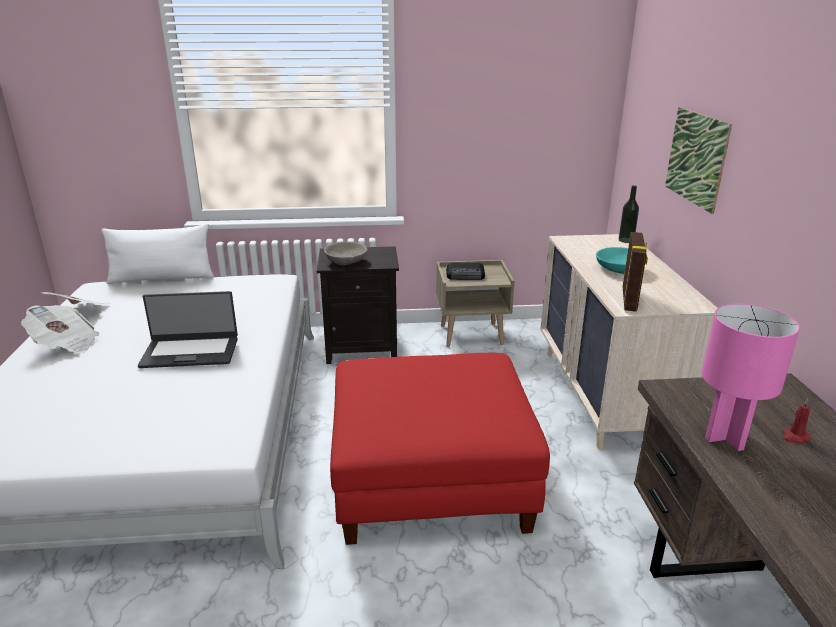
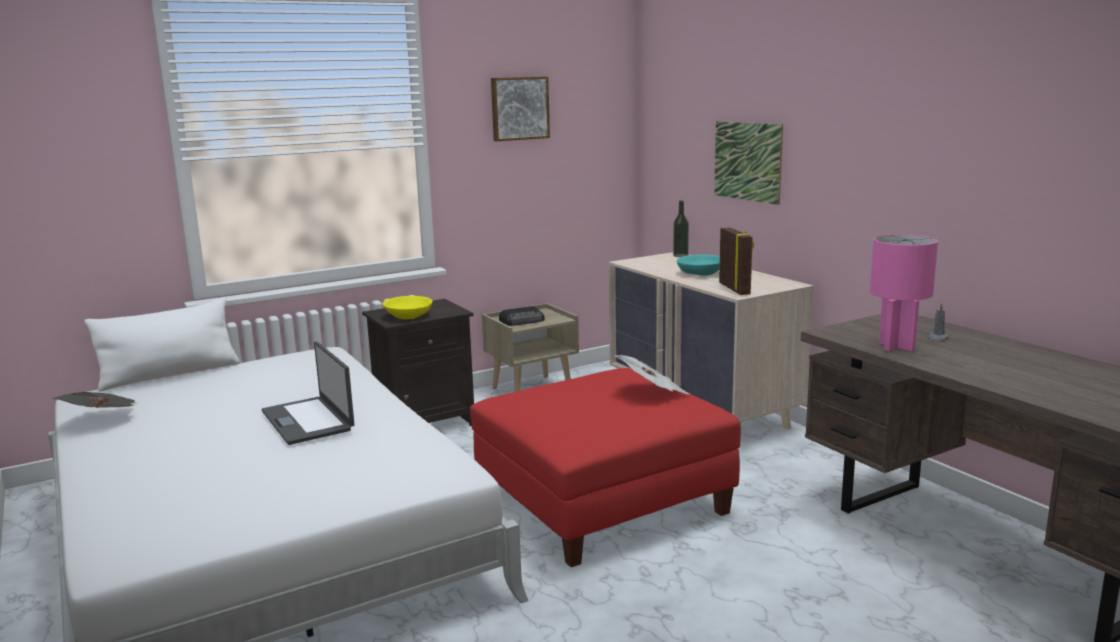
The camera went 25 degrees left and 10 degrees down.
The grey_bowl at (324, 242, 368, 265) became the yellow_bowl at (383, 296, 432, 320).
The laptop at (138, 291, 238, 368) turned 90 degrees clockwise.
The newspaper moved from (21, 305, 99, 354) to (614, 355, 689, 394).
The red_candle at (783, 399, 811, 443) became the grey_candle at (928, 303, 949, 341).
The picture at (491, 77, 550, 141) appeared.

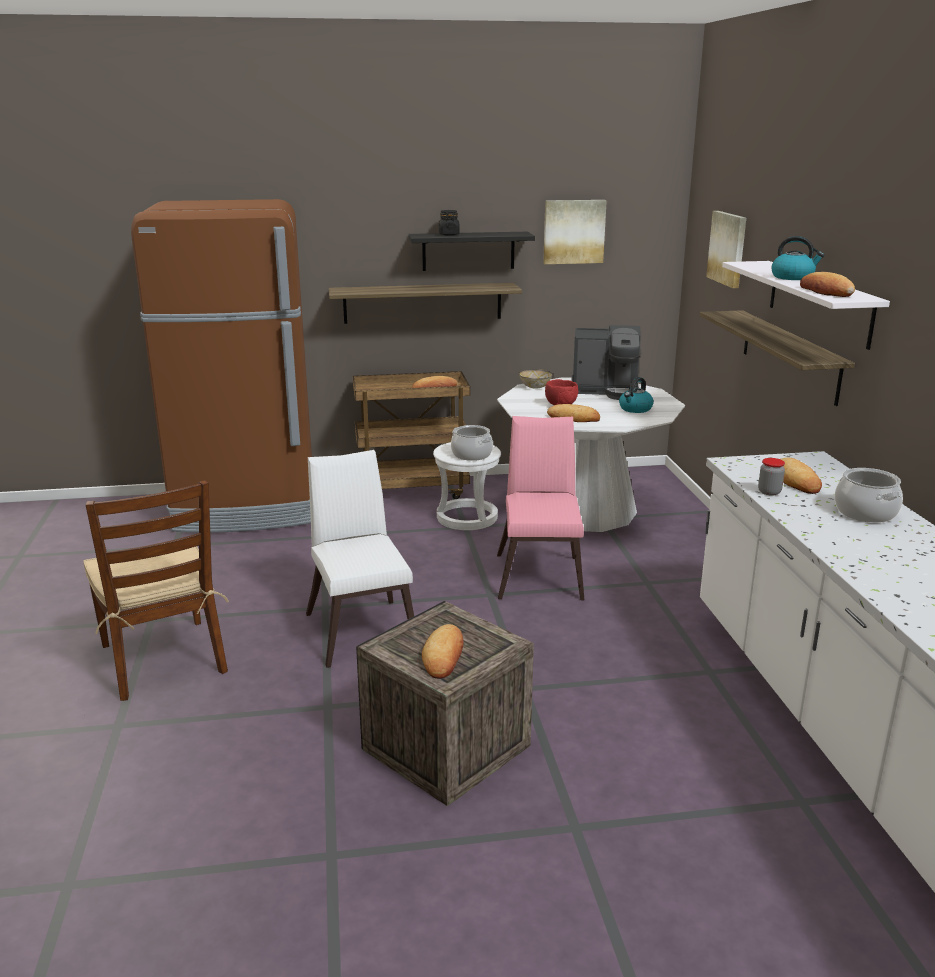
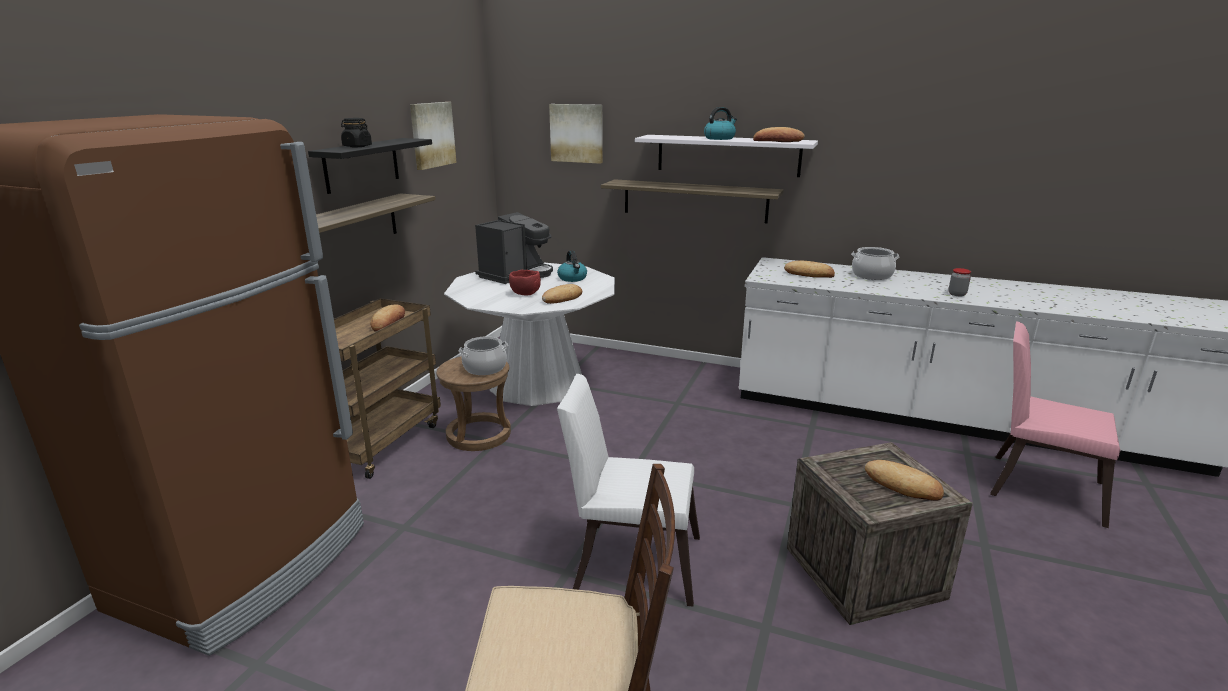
The camera went 60 degrees left and 0 degrees up.
The bowl at (519, 370, 553, 388) disappeared.
The pink_chair moved from (497, 416, 584, 600) to (990, 322, 1120, 528).
The white_stool at (433, 442, 501, 530) became the brown_stool at (436, 356, 511, 451).
The jar moved from (758, 458, 785, 496) to (949, 268, 971, 296).

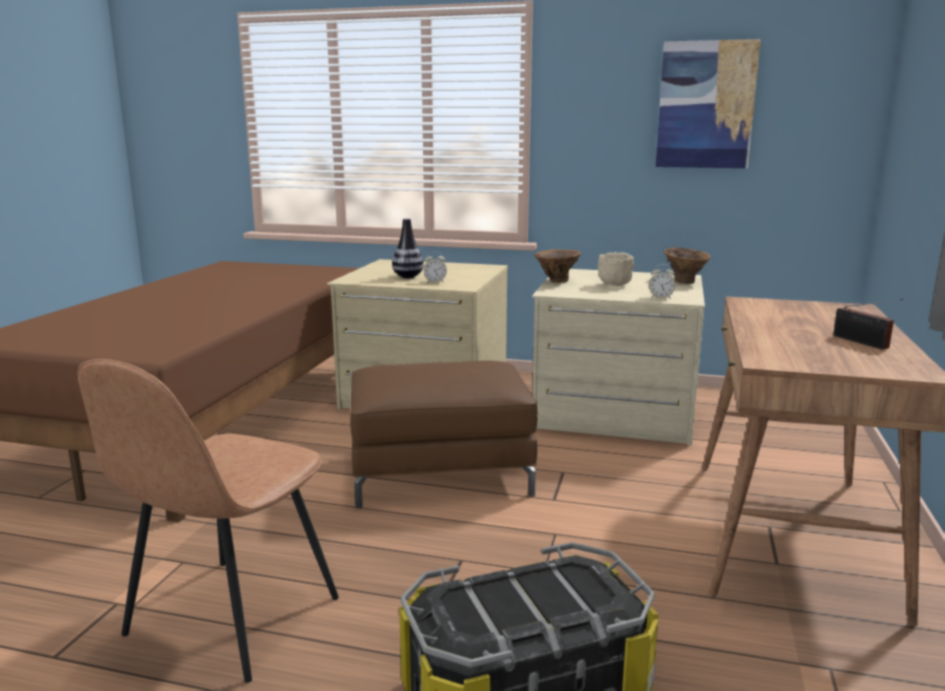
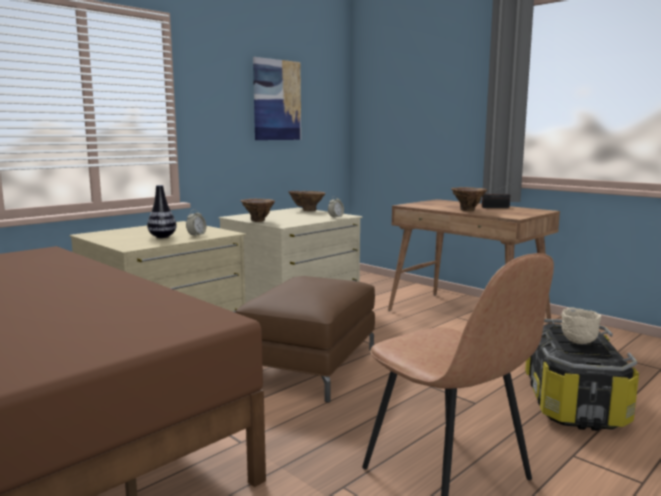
The camera went 60 degrees left and 5 degrees down.
The beige_bowl moved from (598, 252, 634, 286) to (561, 307, 601, 344).
The brown_vase at (451, 187, 487, 211) appeared.

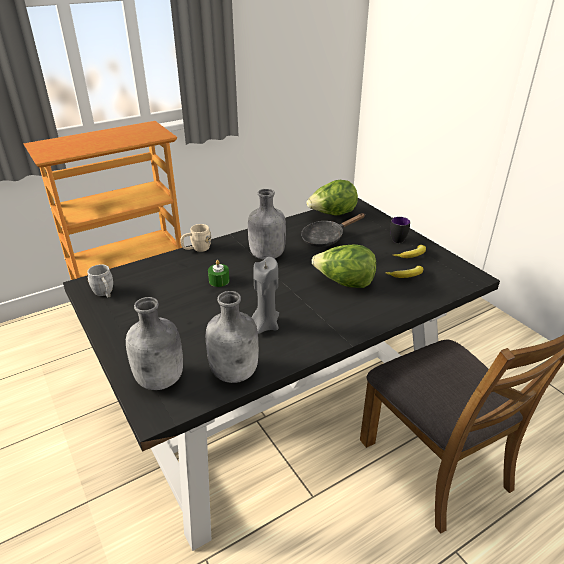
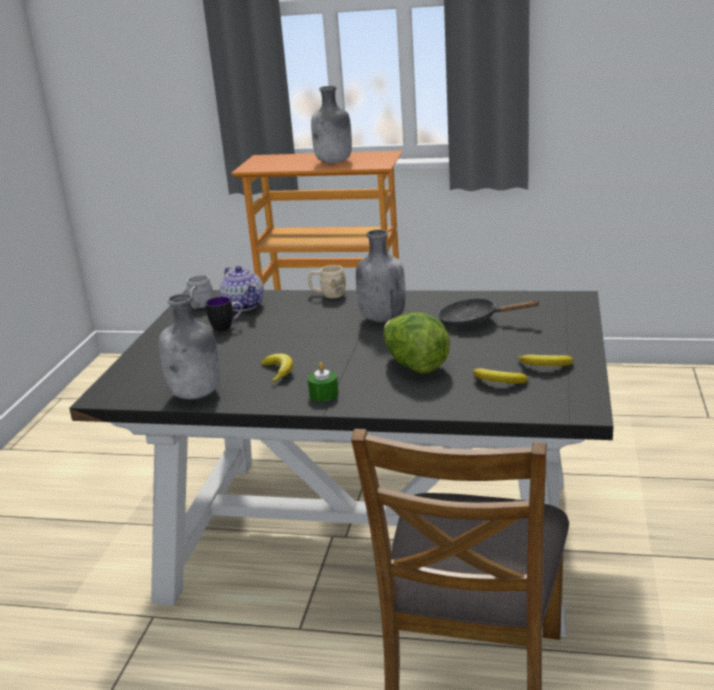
The camera went 45 degrees right and 10 degrees down.
The lettuce at (306, 180, 358, 215) disappeared.
The mug moved from (390, 217, 410, 243) to (206, 297, 242, 332).
The grey_candle at (251, 257, 279, 334) was replaced by the banana at (261, 354, 293, 383).
The green_candle moved from (208, 260, 230, 287) to (308, 362, 339, 401).
The grey_bottle moved from (126, 297, 183, 390) to (311, 86, 352, 163).
The teapot at (219, 266, 264, 311) appeared.

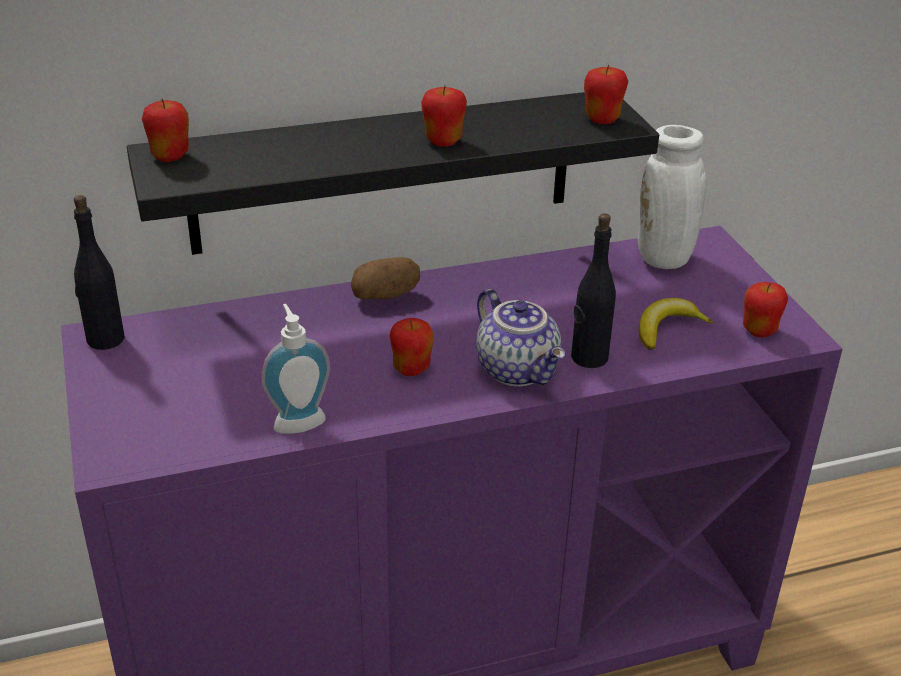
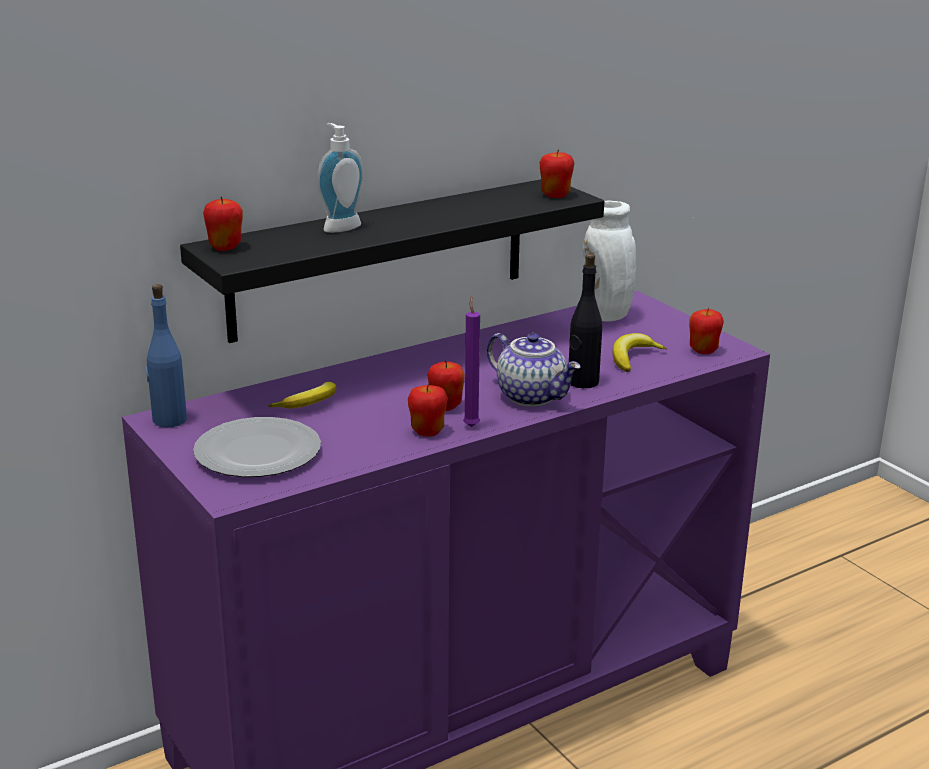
The camera went 15 degrees left and 10 degrees down.
The apple moved from (421, 86, 467, 147) to (408, 384, 448, 437).
The black_bottle at (74, 195, 125, 350) became the blue_bottle at (146, 284, 187, 427).
The potato at (351, 257, 420, 299) disappeared.
The soap_dispenser moved from (261, 304, 330, 434) to (317, 123, 364, 233).
The purple_candle at (463, 296, 480, 427) appeared.
The banana at (268, 382, 336, 408) appeared.
The plate at (193, 417, 321, 477) appeared.

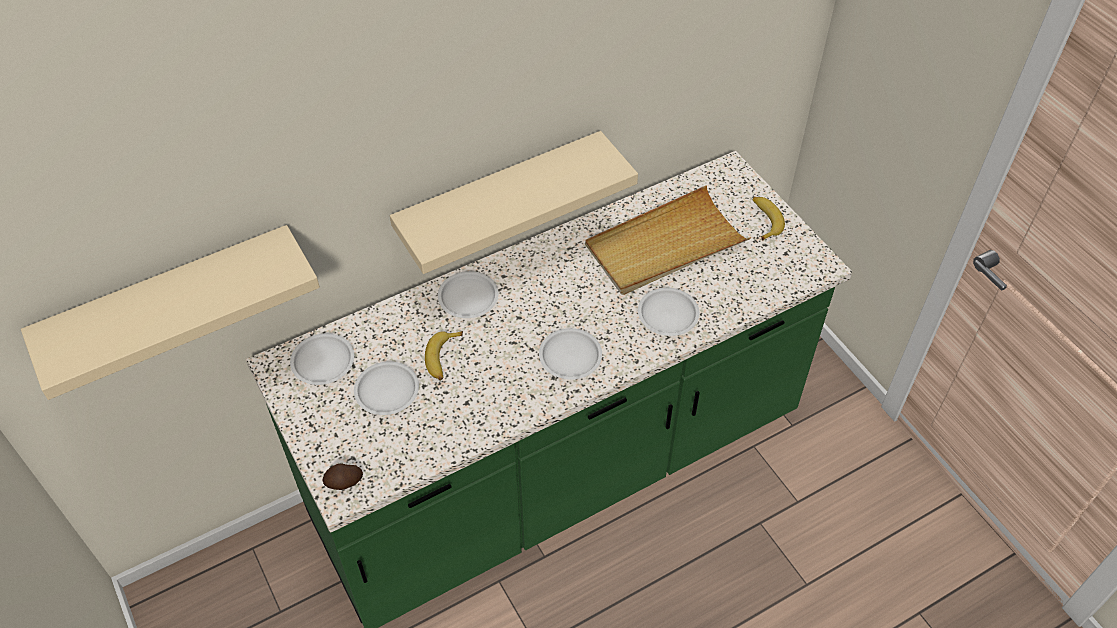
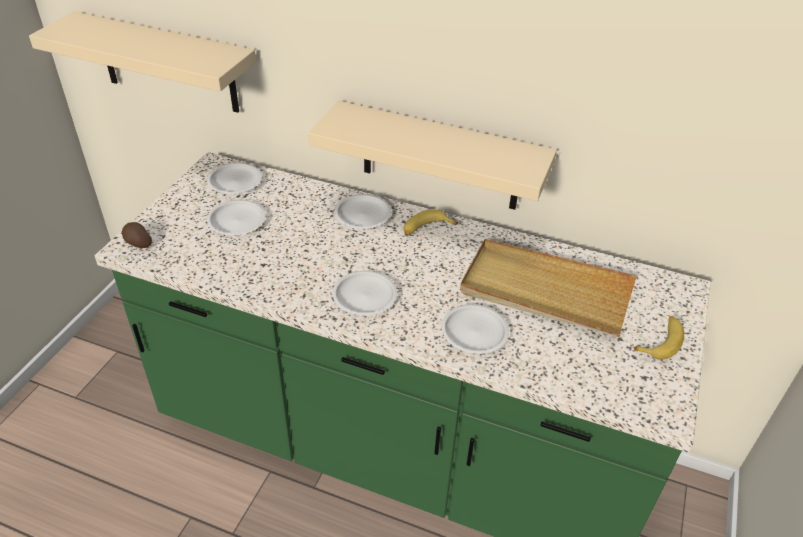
The camera went 50 degrees right and 10 degrees down.
The banana moved from (425, 331, 463, 380) to (404, 209, 458, 236).

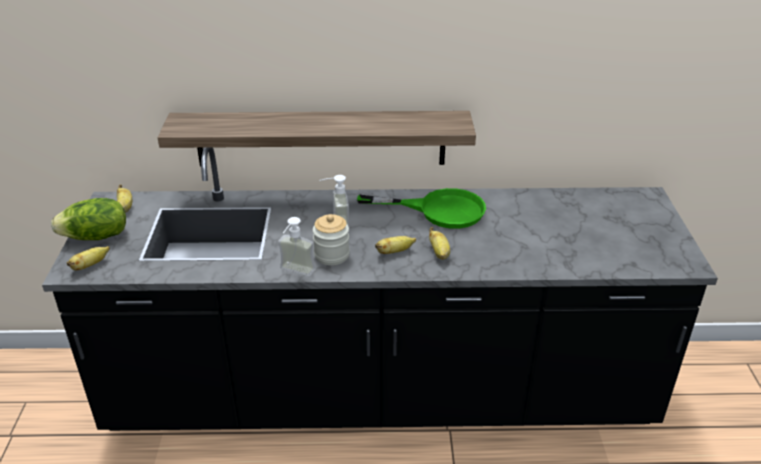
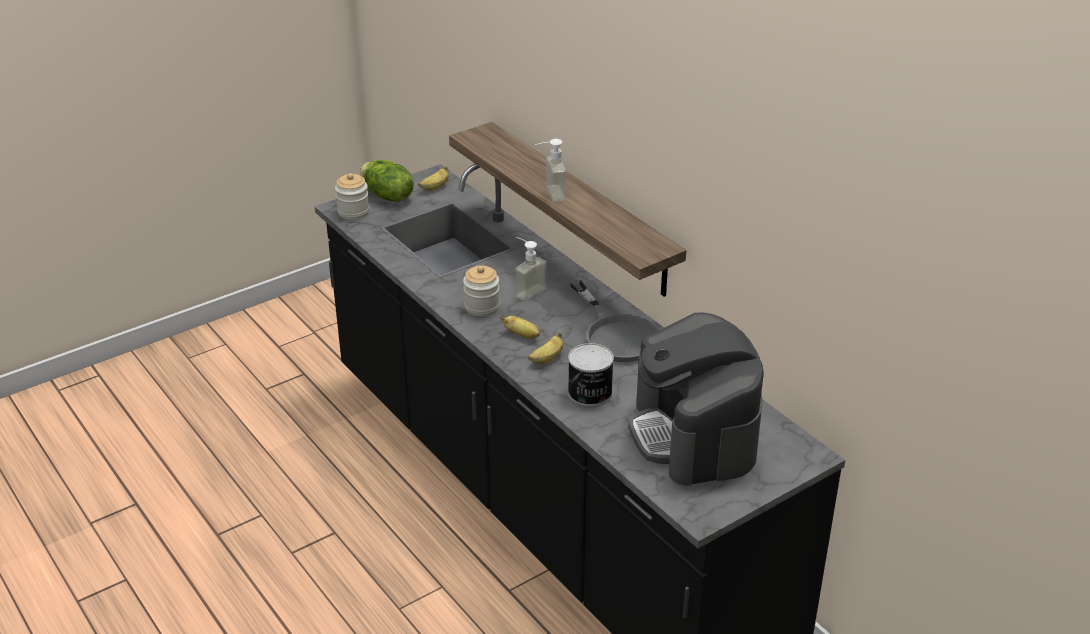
The camera went 55 degrees right and 0 degrees up.
The green_frying_pan at (357, 188, 486, 229) became the grey_frying_pan at (570, 280, 659, 362).
The soap_dispenser moved from (278, 217, 315, 276) to (535, 139, 566, 202).
The banana at (67, 246, 110, 270) was replaced by the jar at (335, 173, 369, 220).
The coffee_machine at (629, 312, 764, 486) appeared.
The can at (568, 343, 614, 407) appeared.

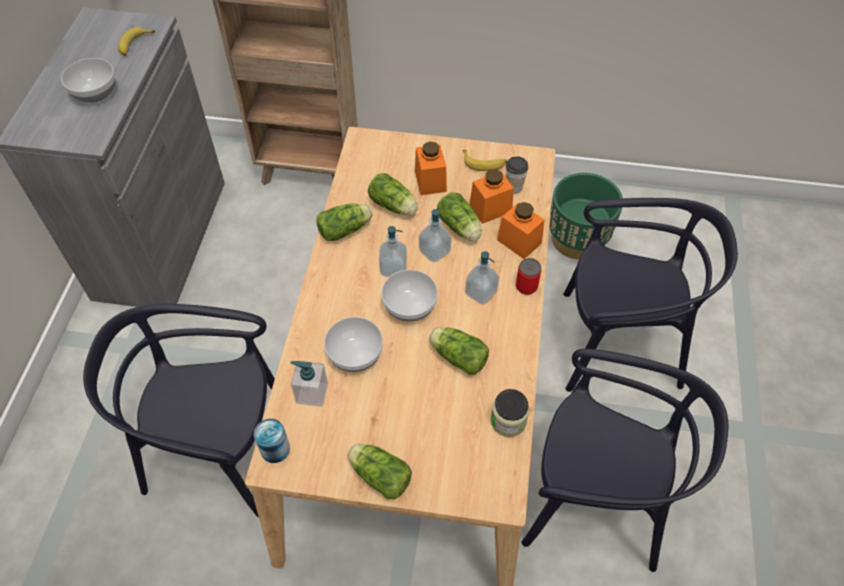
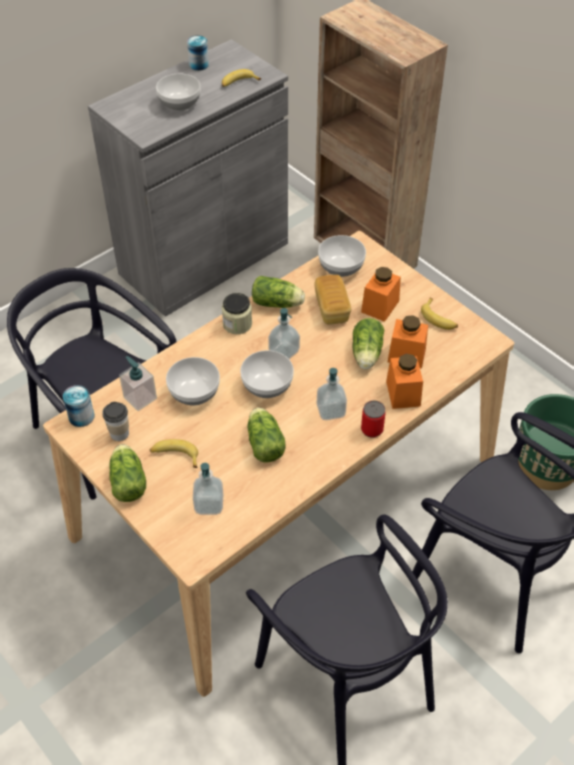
The camera went 40 degrees right and 5 degrees down.
The cup moved from (506, 156, 528, 194) to (102, 402, 129, 441).
The lettuce at (368, 173, 418, 216) was replaced by the bread at (314, 275, 351, 325).
The soap_dispenser moved from (419, 209, 451, 262) to (193, 463, 223, 515).
The jar moved from (490, 389, 529, 437) to (222, 293, 252, 334).
The can at (187, 35, 209, 71) appeared.
The bowl at (318, 235, 366, 277) appeared.
The banana at (150, 439, 198, 468) appeared.

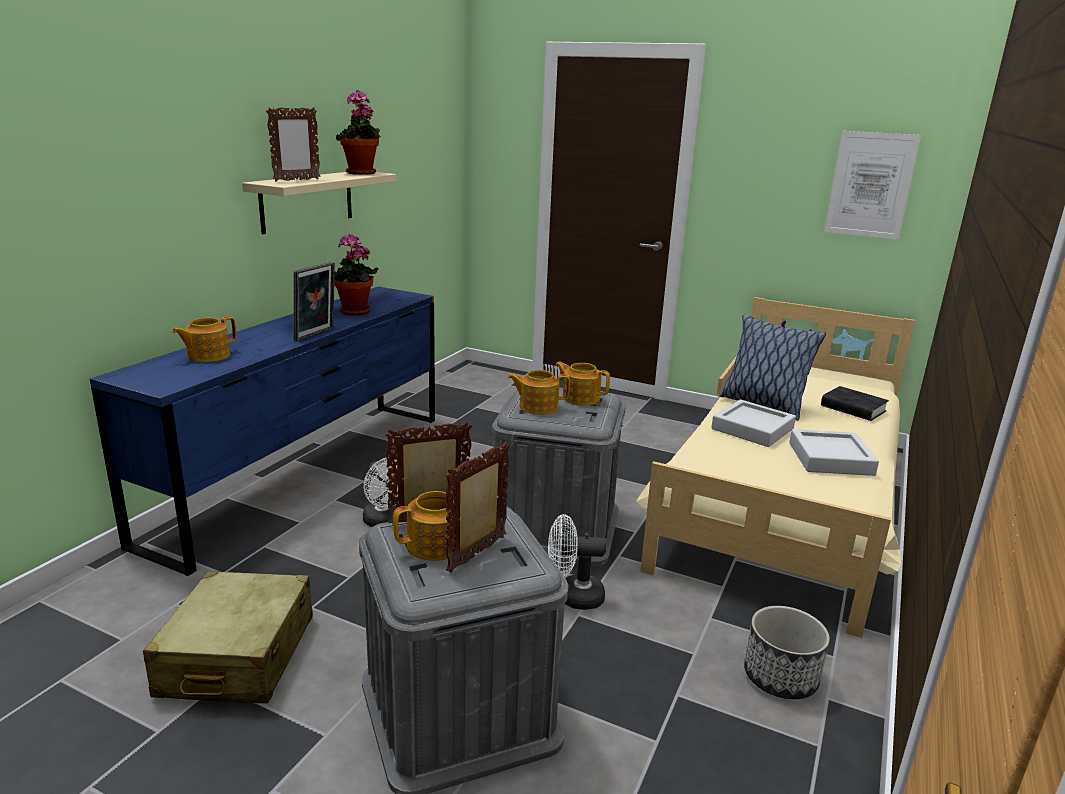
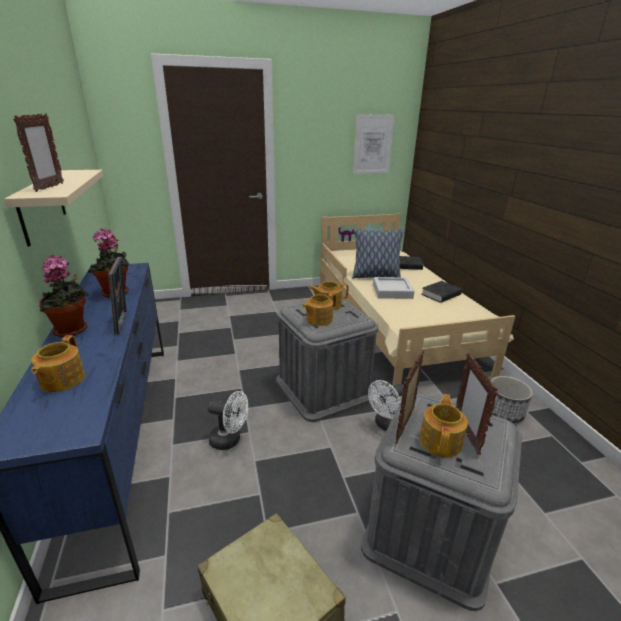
The camera went 40 degrees left and 5 degrees up.
The potted_plant moved from (336, 90, 380, 175) to (39, 255, 89, 337).
The grey_tray at (789, 429, 879, 476) was replaced by the black_book at (421, 281, 462, 303).

